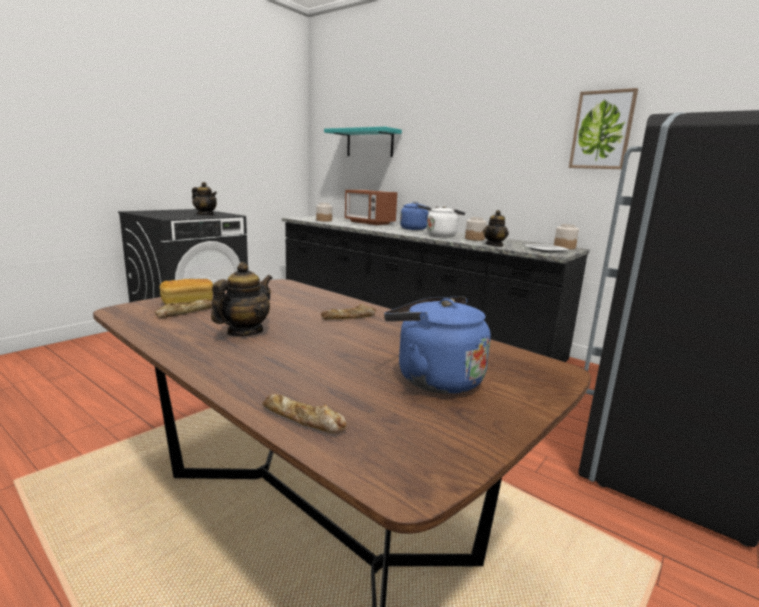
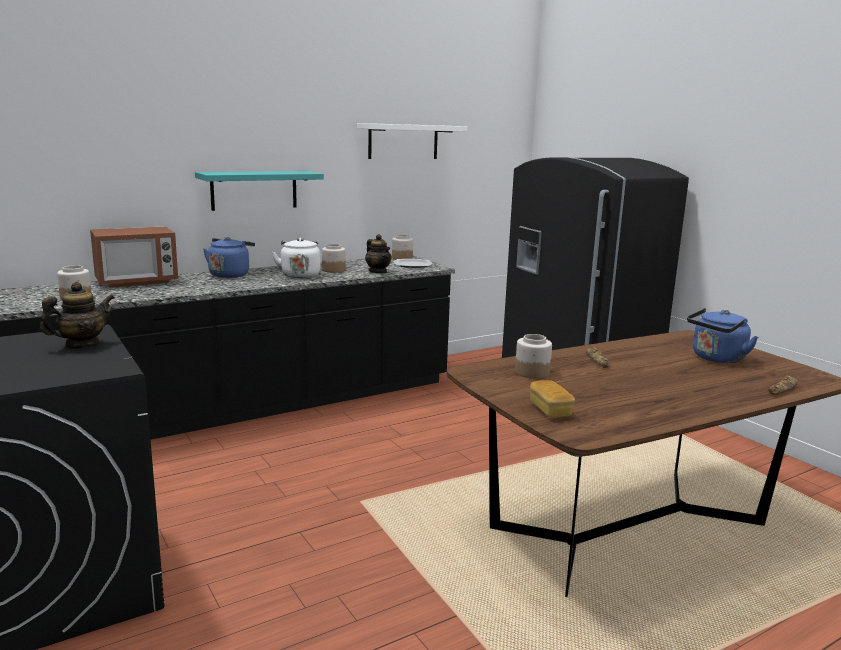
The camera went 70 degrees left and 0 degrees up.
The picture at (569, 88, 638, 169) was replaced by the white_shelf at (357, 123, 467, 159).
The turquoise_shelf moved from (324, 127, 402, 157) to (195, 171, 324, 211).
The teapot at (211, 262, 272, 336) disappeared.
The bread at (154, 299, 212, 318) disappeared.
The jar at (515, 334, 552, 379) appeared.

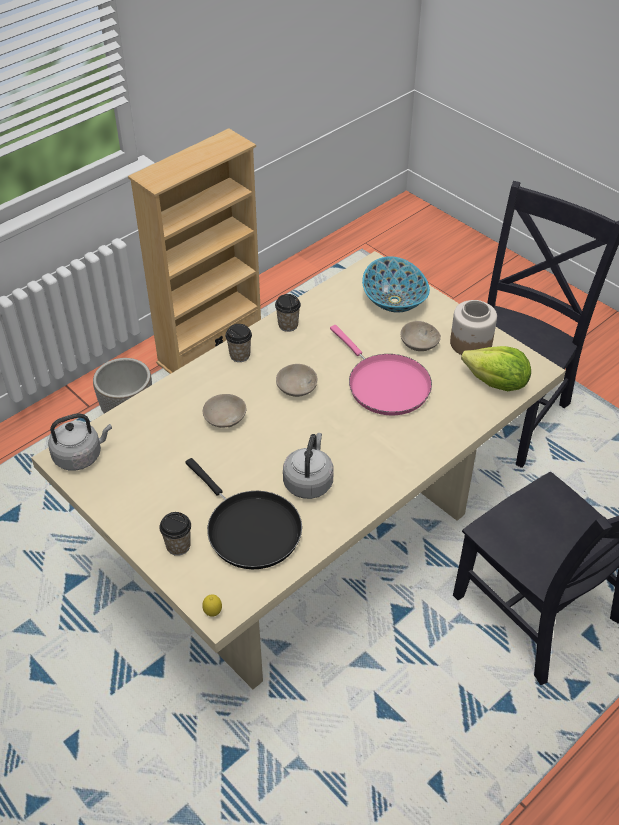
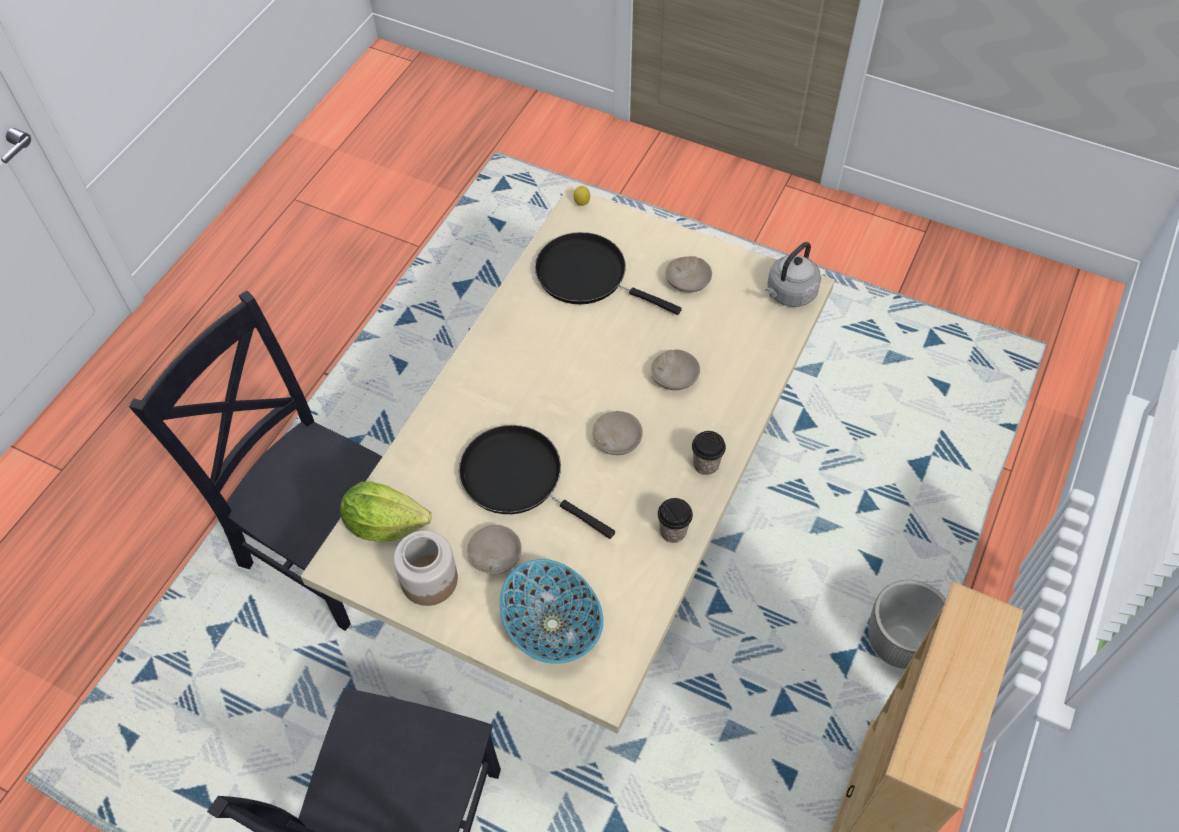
The camera went 160 degrees right and 10 degrees up.
The pink_frying_pan at (330, 325, 432, 415) became the black_frying_pan at (459, 425, 615, 539).
The grey_kettle at (283, 433, 334, 499) disappeared.
The cup at (159, 512, 191, 556) disappeared.
The beige_bowl at (665, 256, 712, 292) appeared.

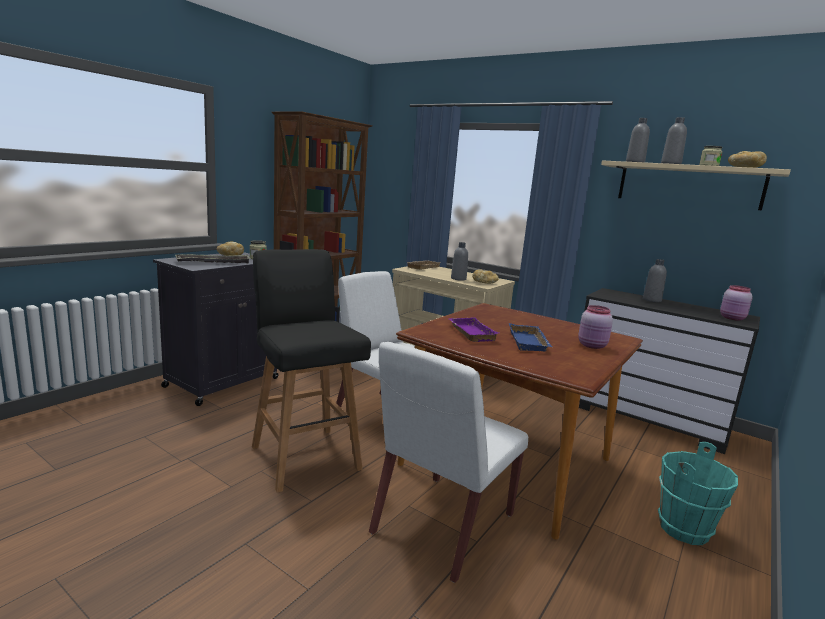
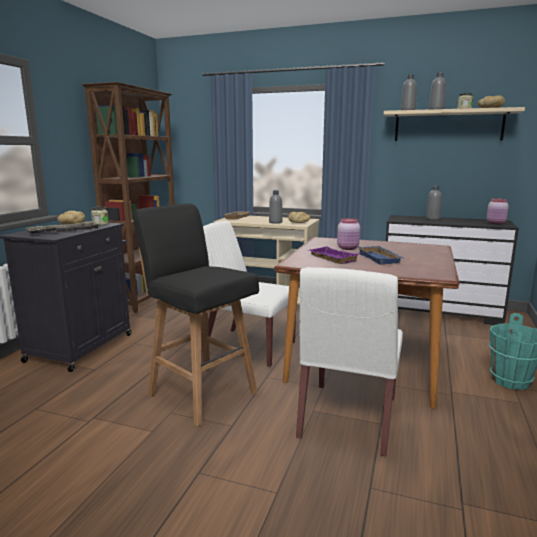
The camera went 15 degrees left and 0 degrees up.
The pink_jar moved from (578, 305, 613, 349) to (337, 218, 360, 250).

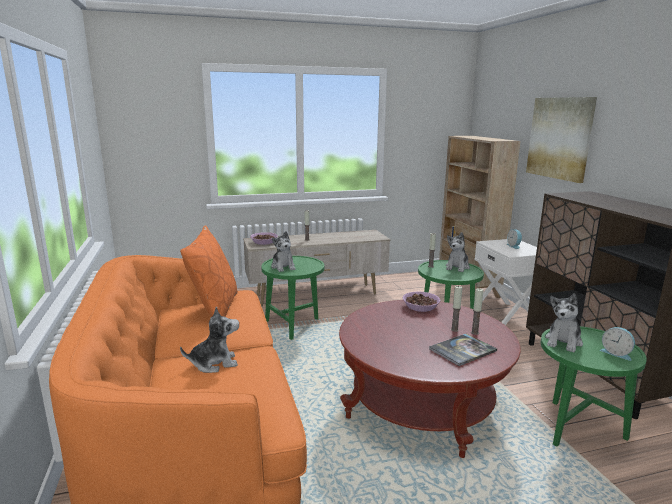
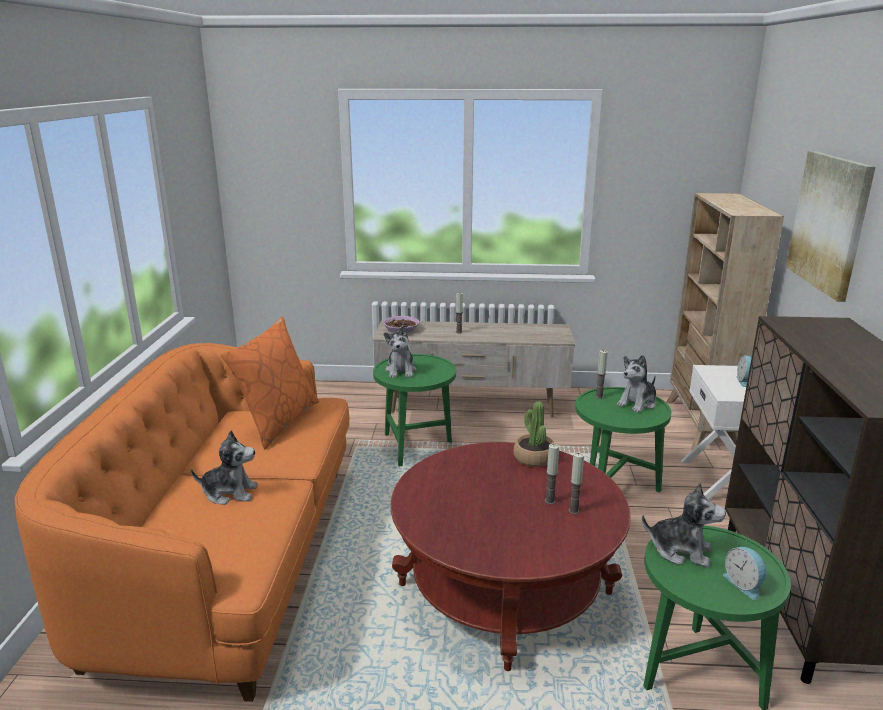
The camera went 20 degrees right and 5 degrees up.
The bowl at (403, 292, 441, 312) was replaced by the potted_plant at (514, 401, 554, 467).
The plush_toy at (545, 293, 583, 353) turned 120 degrees counterclockwise.
The book at (429, 333, 497, 366) disappeared.

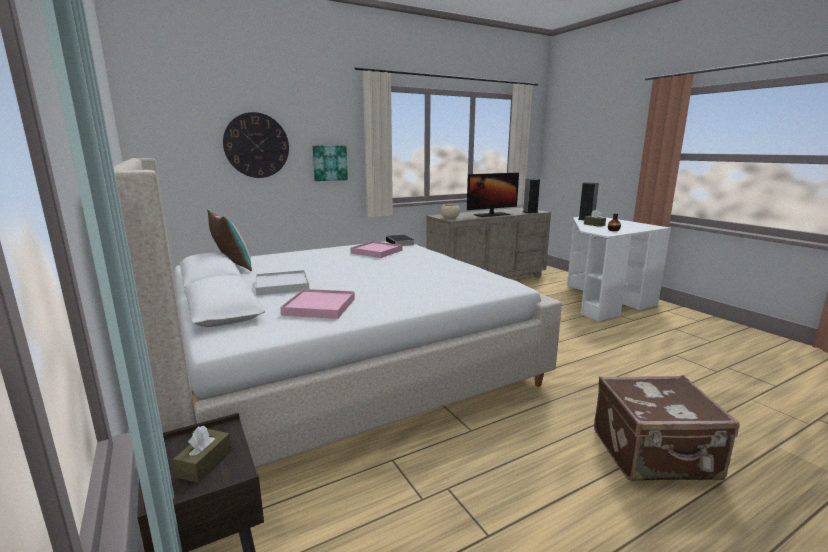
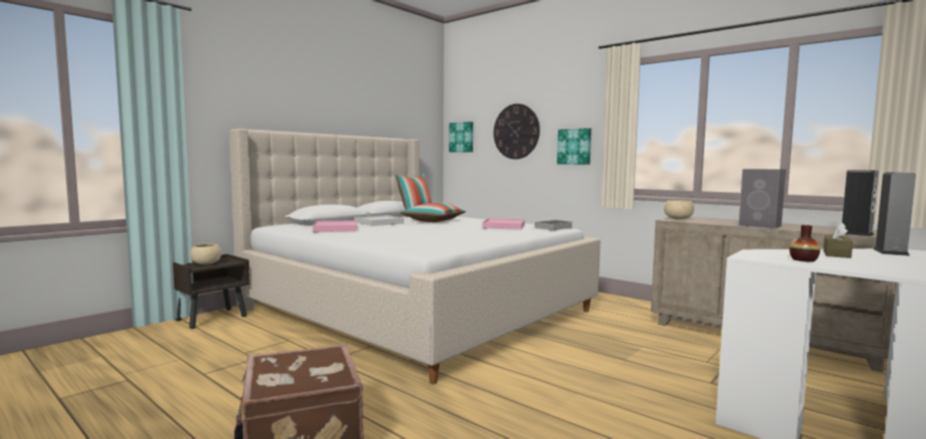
The camera went 70 degrees right and 10 degrees down.
The monitor at (467, 173, 519, 217) was replaced by the grey_speaker at (739, 169, 786, 229).
The brown_tissue_box at (173, 426, 232, 483) was replaced by the beige_bowl at (190, 244, 222, 265).
The picture at (449, 122, 473, 152) appeared.
The pillow at (400, 203, 466, 222) appeared.

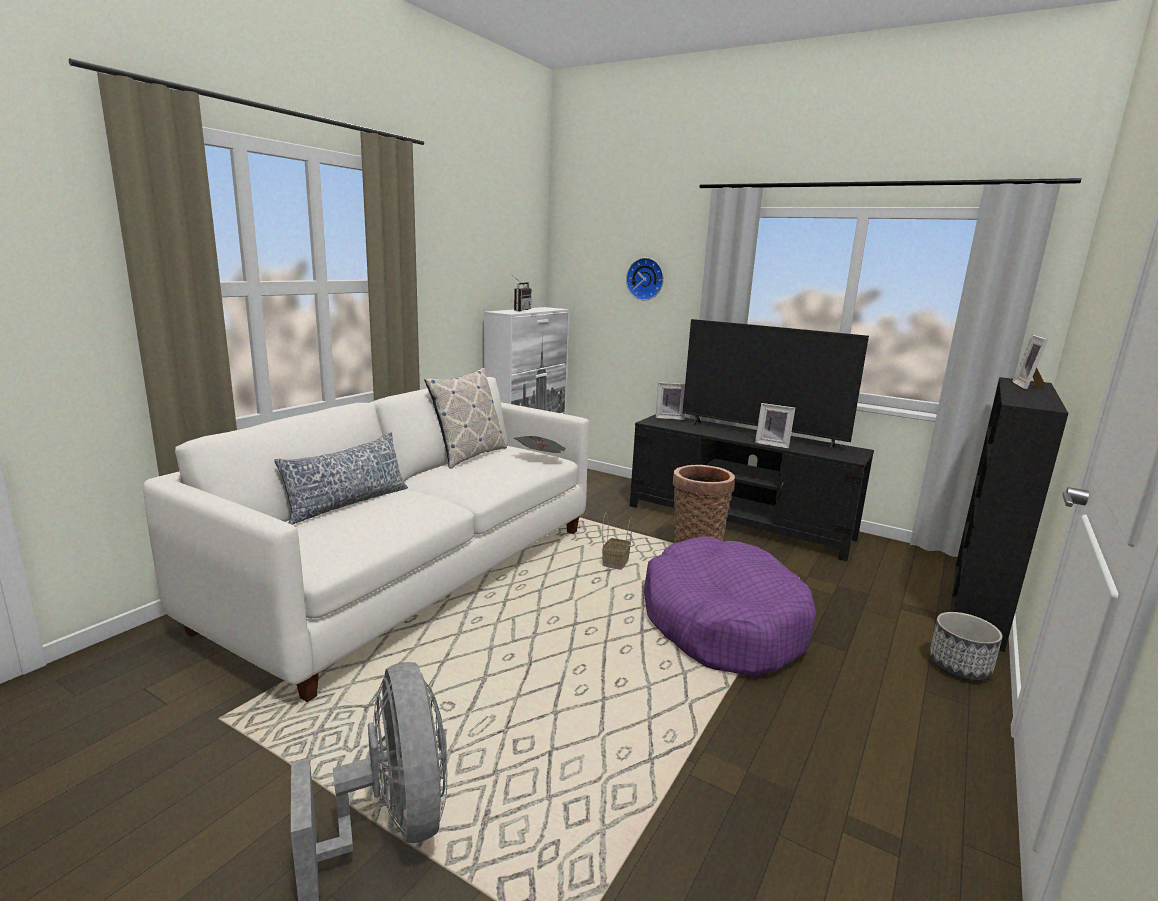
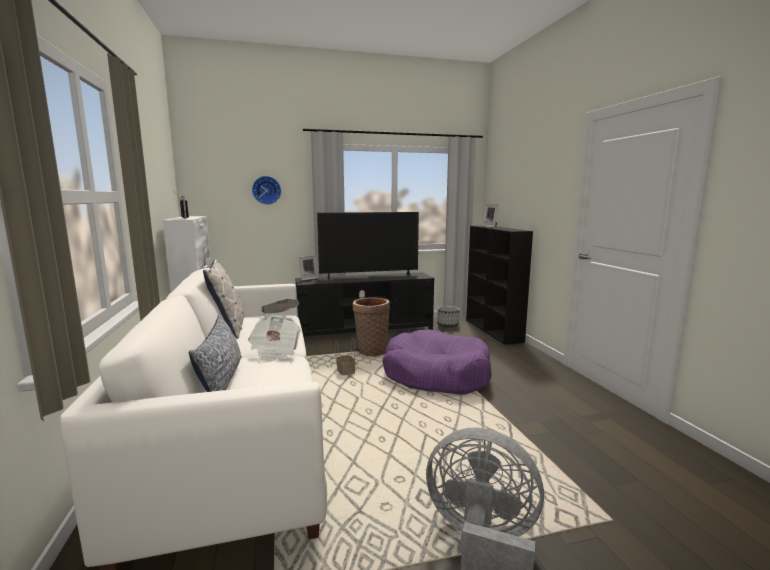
The camera went 45 degrees left and 5 degrees down.
The picture_frame at (755, 403, 795, 449) disappeared.
The planter moved from (929, 612, 1003, 681) to (437, 306, 459, 328).
The newspaper at (248, 316, 301, 363) appeared.

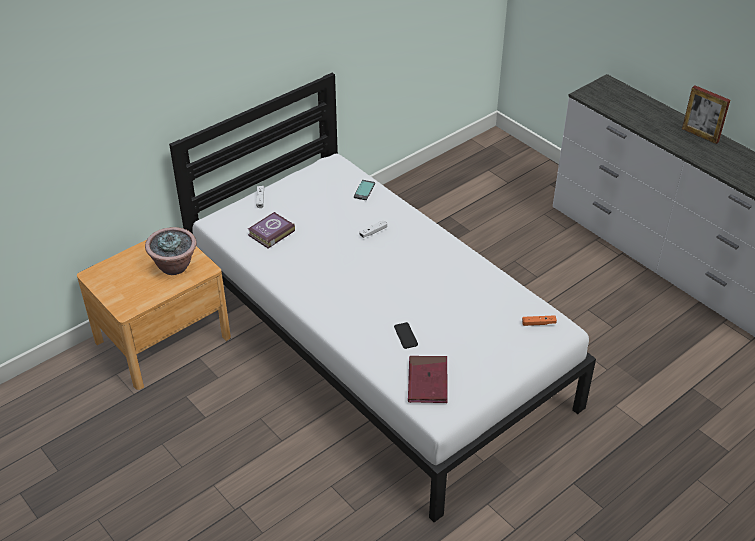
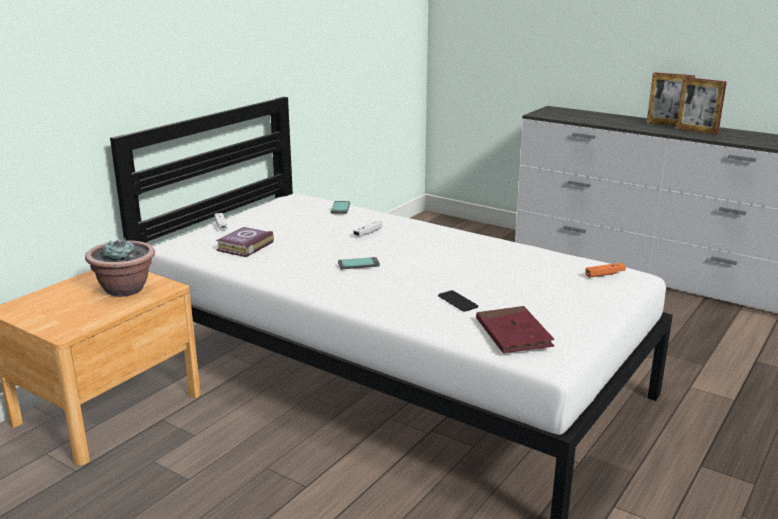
The camera went 15 degrees left and 20 degrees down.
The picture_frame at (676, 77, 727, 135) appeared.
The phone at (338, 257, 380, 269) appeared.

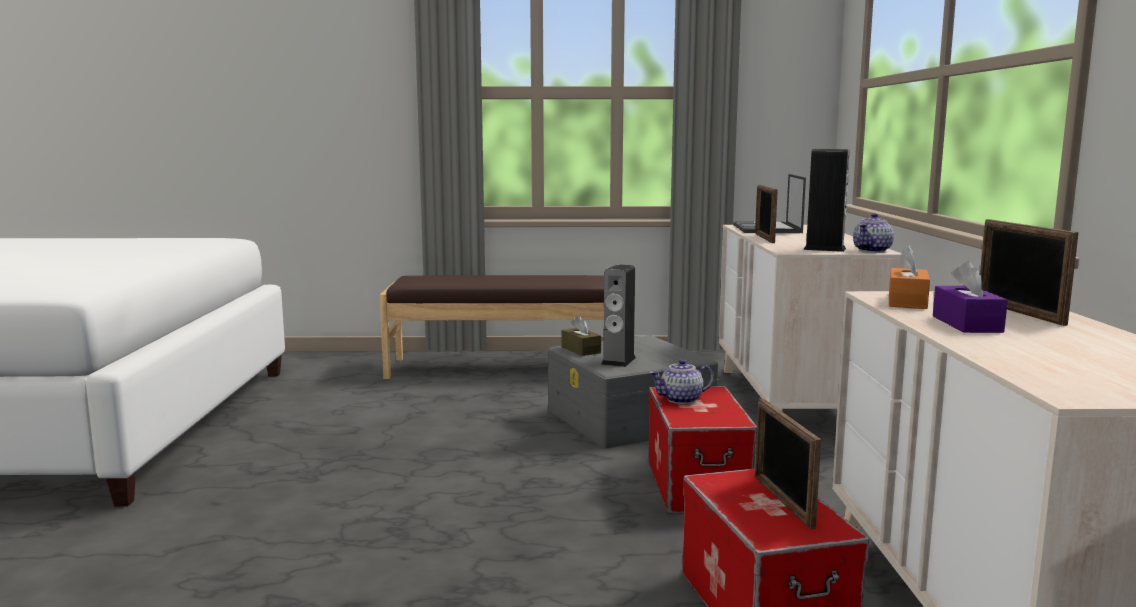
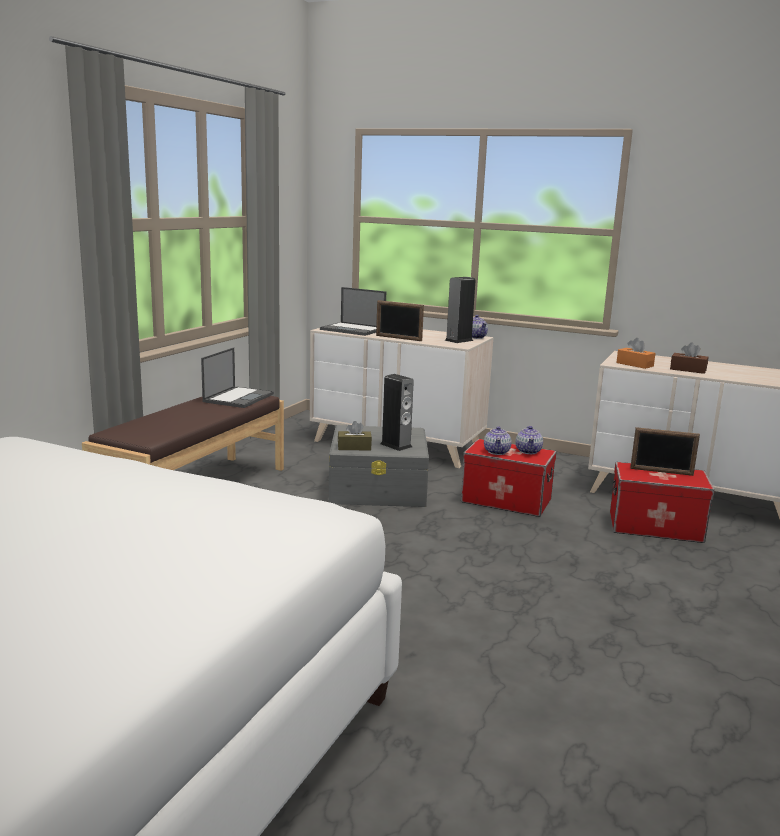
The camera went 65 degrees left and 5 degrees up.
The picture_frame at (980, 219, 1079, 326) disappeared.
The purple_tissue_box at (933, 261, 1008, 333) became the brown_tissue_box at (670, 343, 708, 374).
The laptop at (201, 348, 274, 408) appeared.
The teapot at (515, 426, 543, 454) appeared.

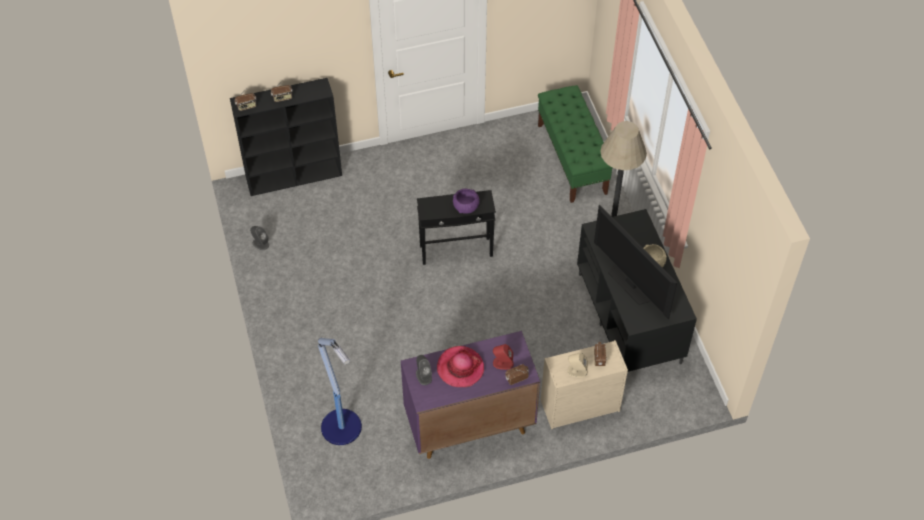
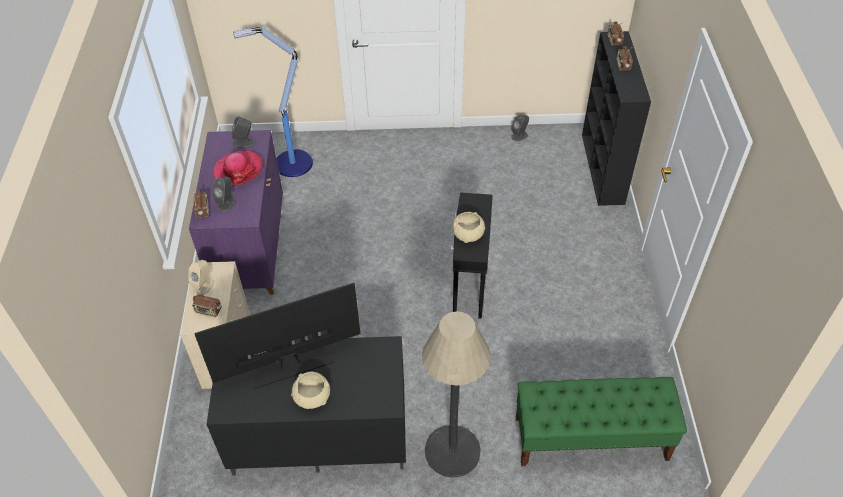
The camera went 105 degrees right and 5 degrees down.
The purple_bowl at (453, 189, 480, 214) became the beige_bowl at (452, 212, 485, 243).
The red_speaker at (493, 344, 514, 370) became the grey_speaker at (213, 176, 236, 212).

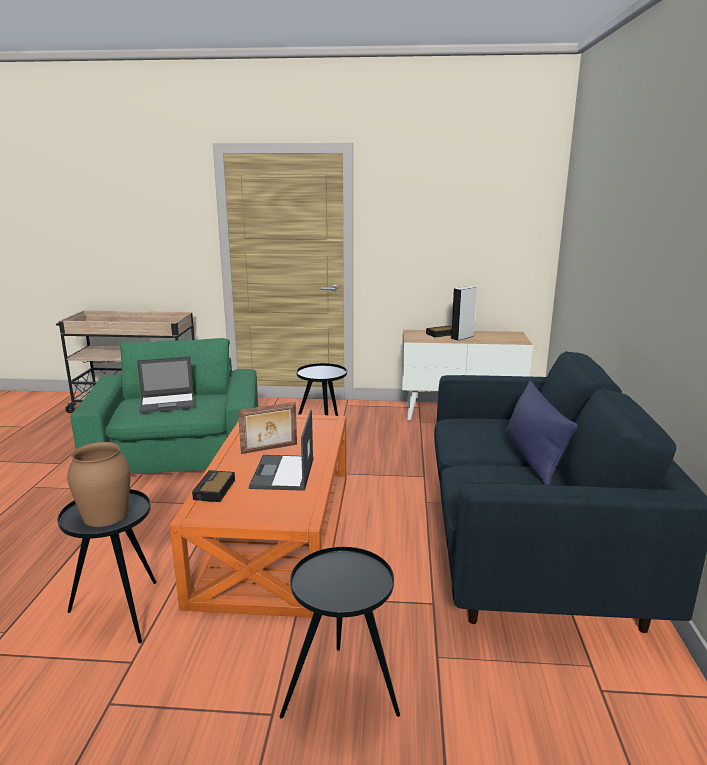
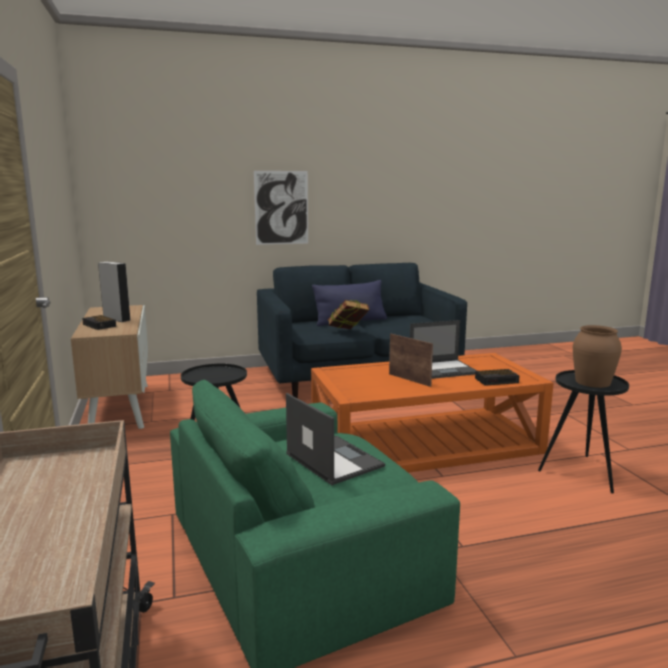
The camera went 110 degrees left and 5 degrees down.
The black_side_table at (279, 547, 400, 719) disappeared.
The picture at (254, 171, 308, 245) appeared.
The book at (328, 300, 369, 329) appeared.

